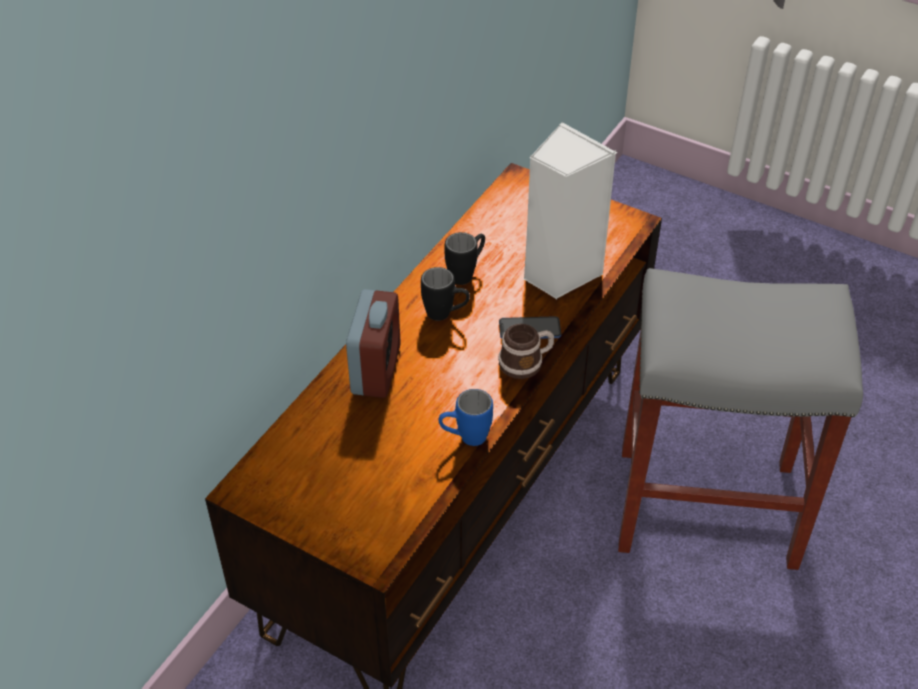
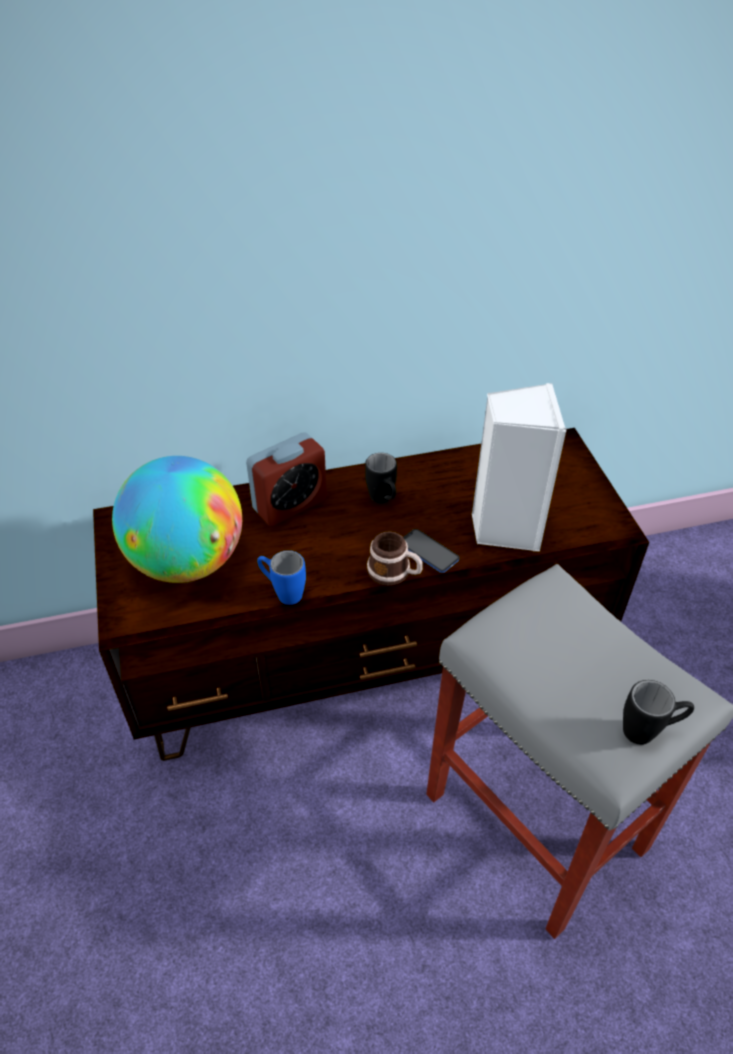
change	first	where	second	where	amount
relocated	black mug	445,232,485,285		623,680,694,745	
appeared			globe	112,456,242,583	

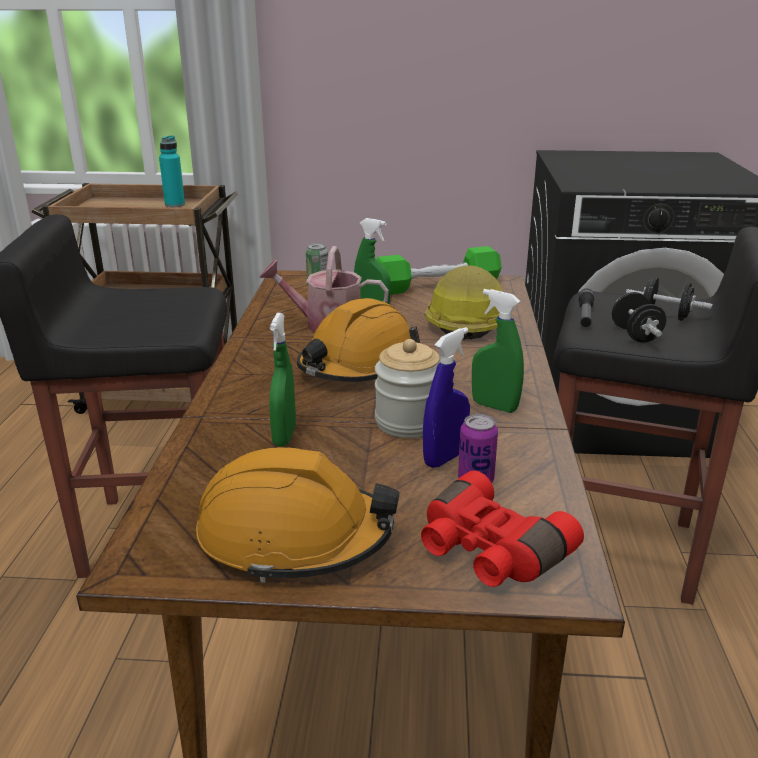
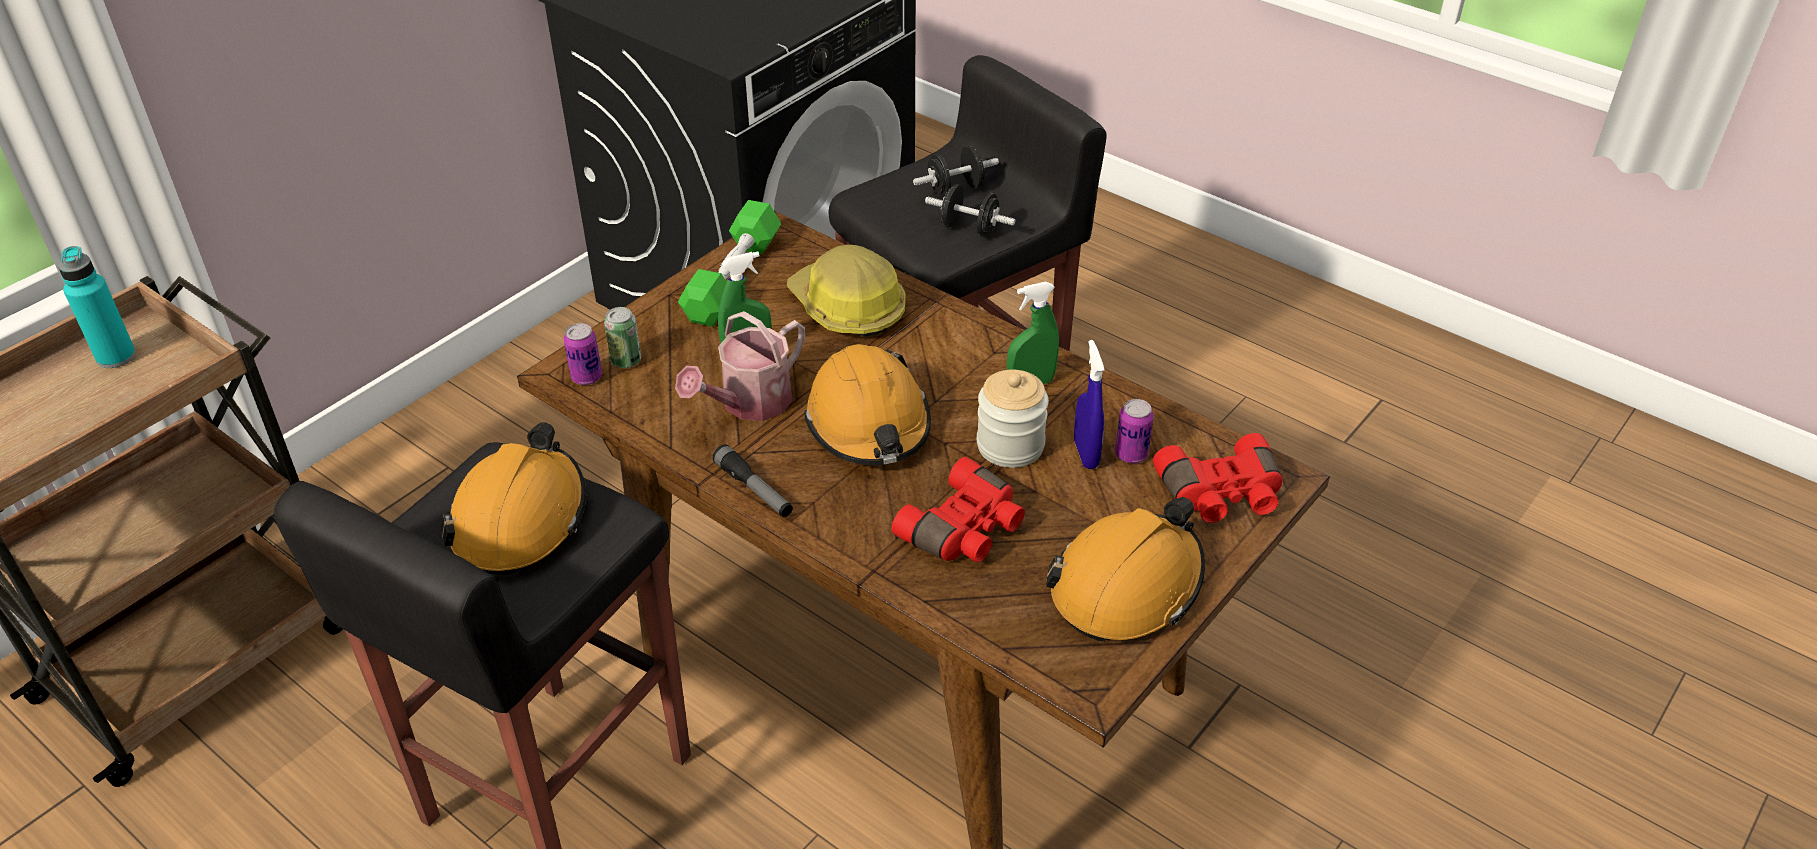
change	first	where	second	where	amount
relocated	flashlight	579,289,594,327		712,444,793,517	
exchanged	green spray bottle	269,313,296,446	red binoculars	892,457,1025,562	
appeared			can	563,323,602,385	
appeared			orange hard hat	441,422,586,575	

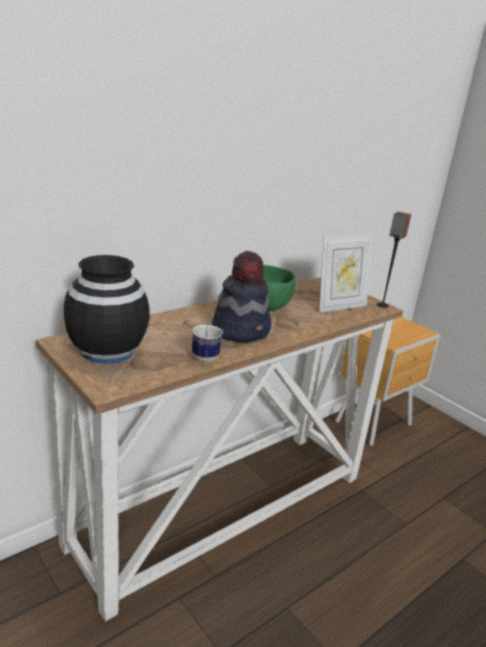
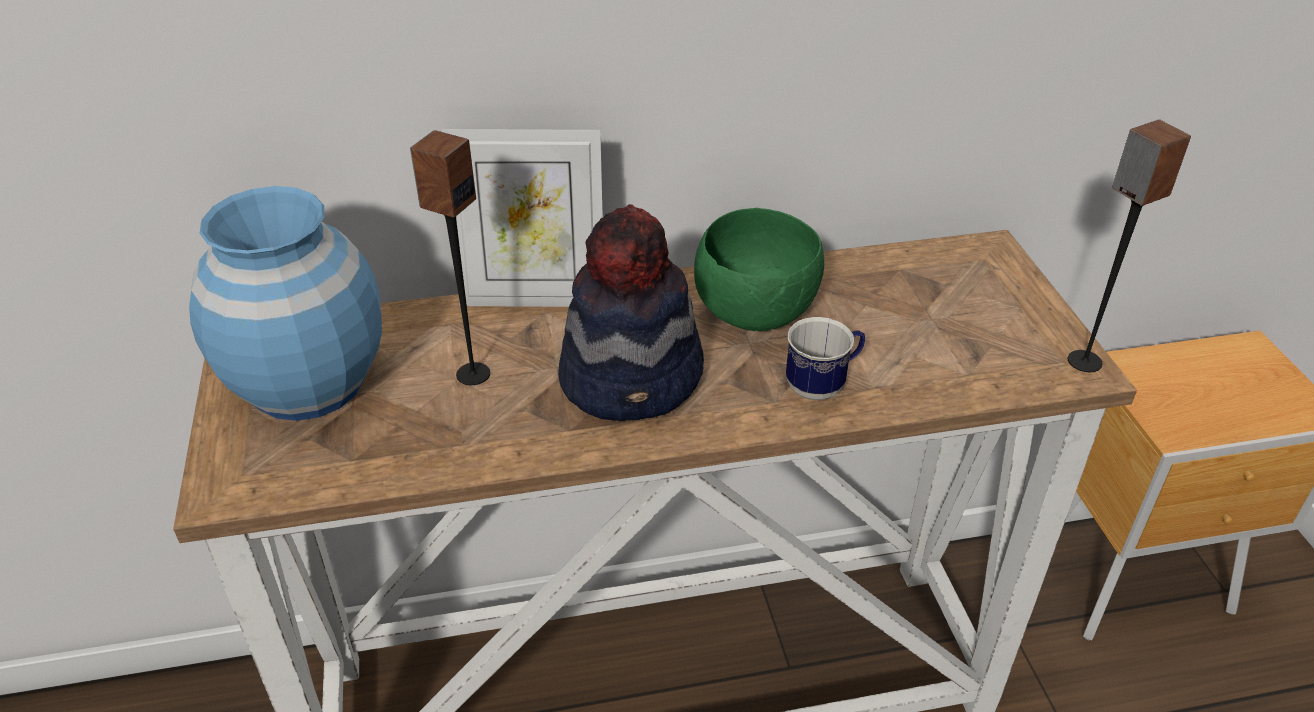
change	first	where	second	where	amount
relocated	picture frame	319,234,373,312		442,129,603,307	
colour	black vase	64,255,150,364	blue vase	189,186,382,421	
relocated	mug	192,325,224,363		786,317,865,400	
appeared			speaker	410,130,490,385	

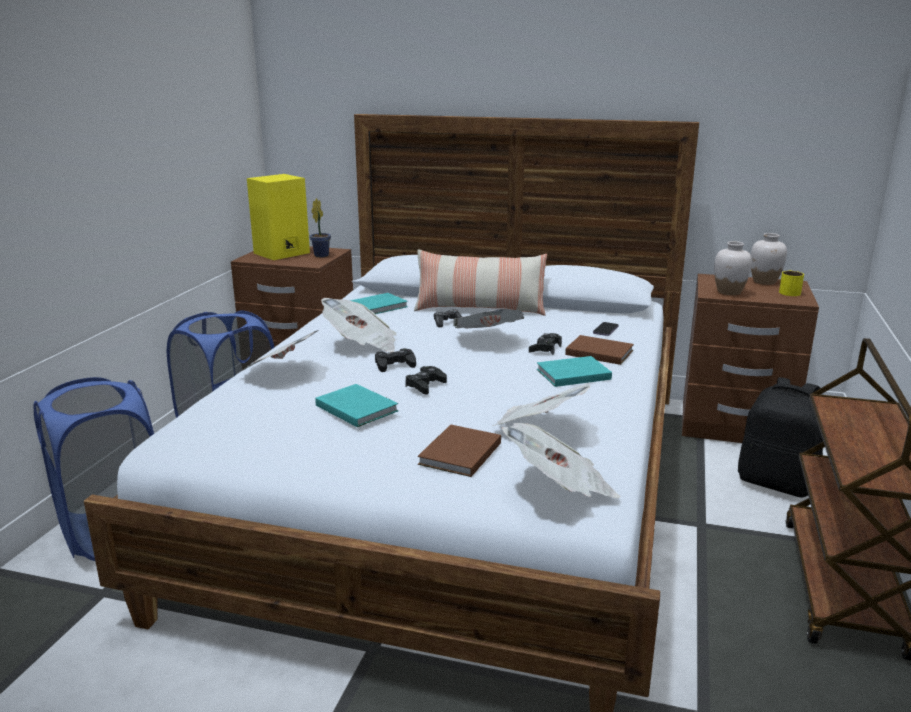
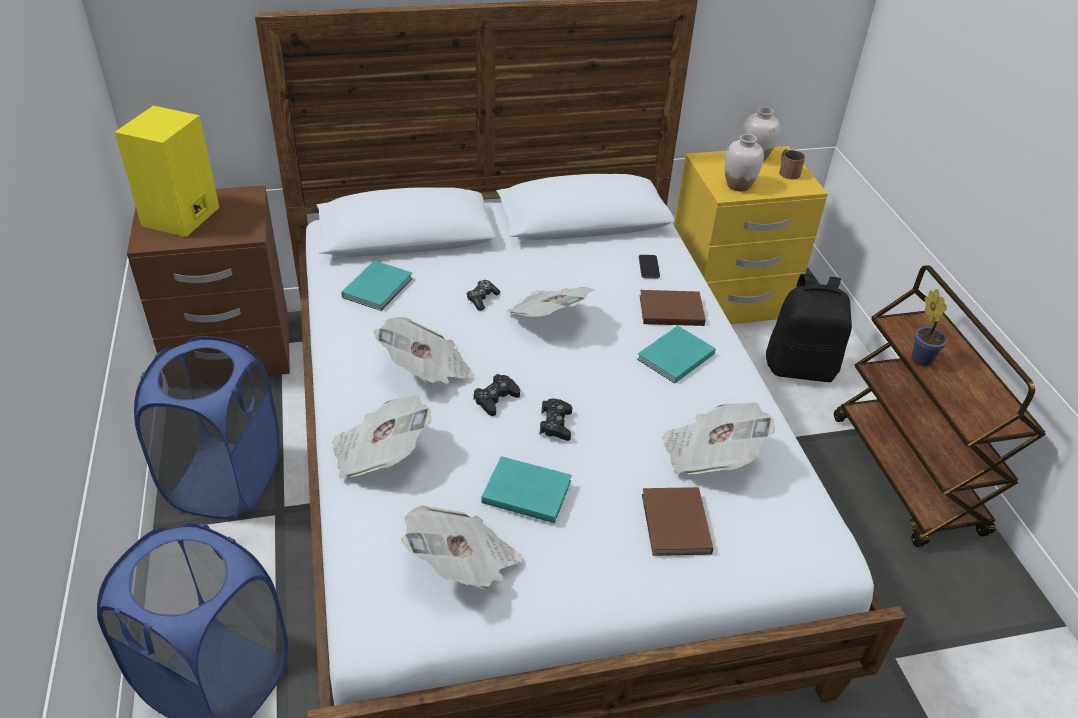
change	first	where	second	where	amount
relocated	potted plant	310,198,331,257		912,289,948,366	
missing	pillow	414,249,547,316			
colour	yellow mug	779,270,804,296	brown mug	779,148,805,179	
colour	brown nightstand	682,274,819,443	yellow nightstand	674,146,828,324	
missing	black game controller	529,333,562,355			
relocated	newspaper	502,423,620,498		401,506,523,589	

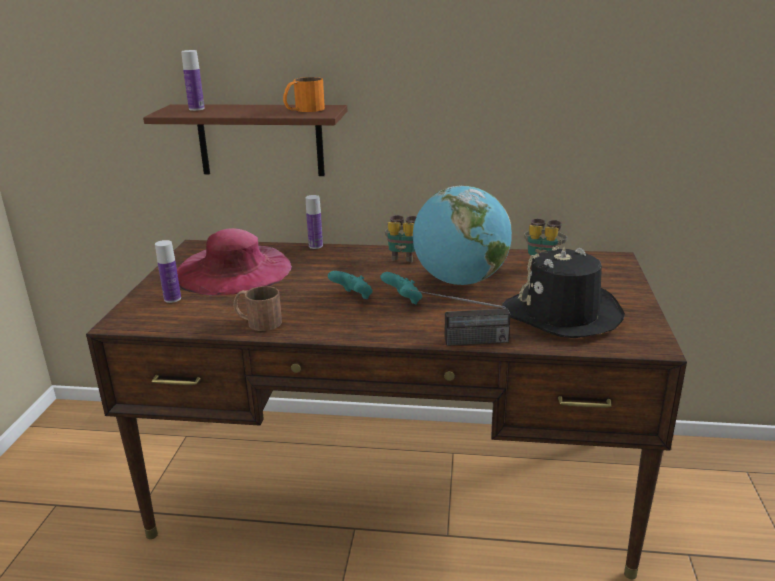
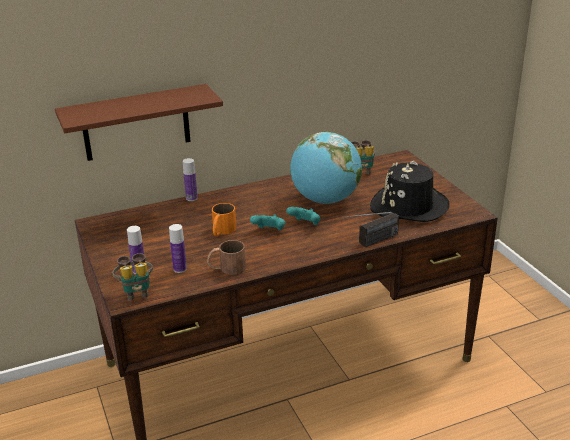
change	first	where	second	where	amount
relocated	bottle	181,50,205,111		169,224,187,273	
relocated	orange mug	283,77,325,112		212,203,236,236	
relocated	binoculars	385,215,417,262		113,253,153,301	
missing	pink hat	177,228,292,295			

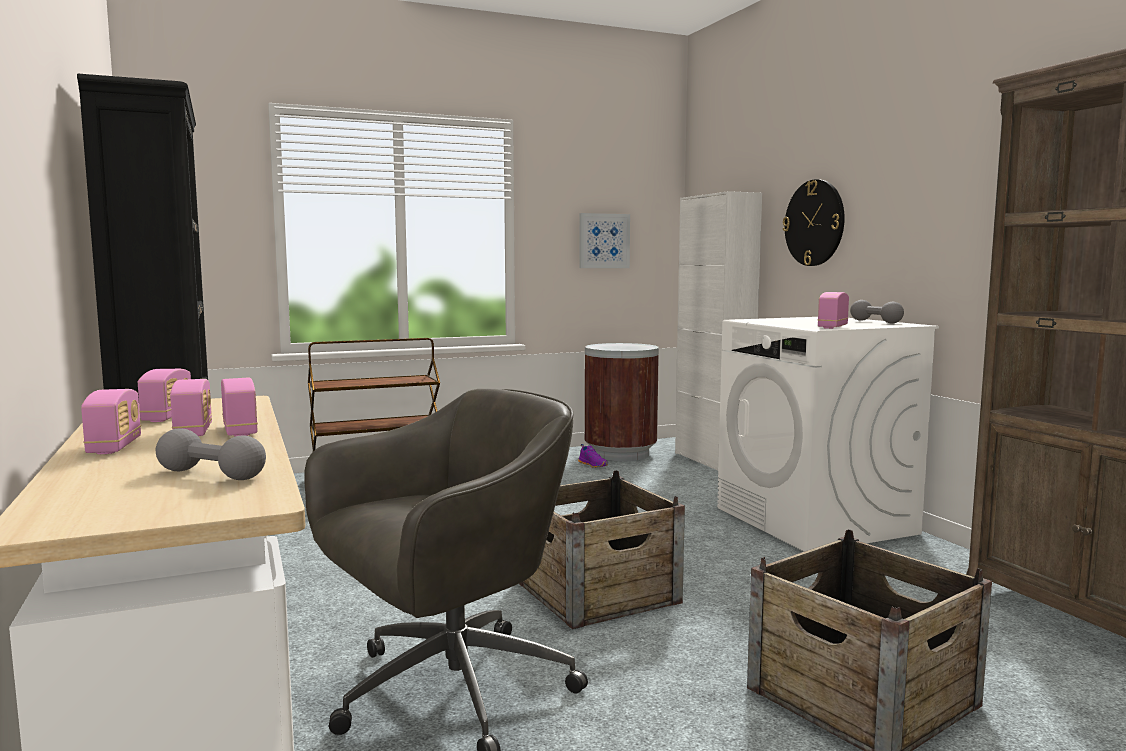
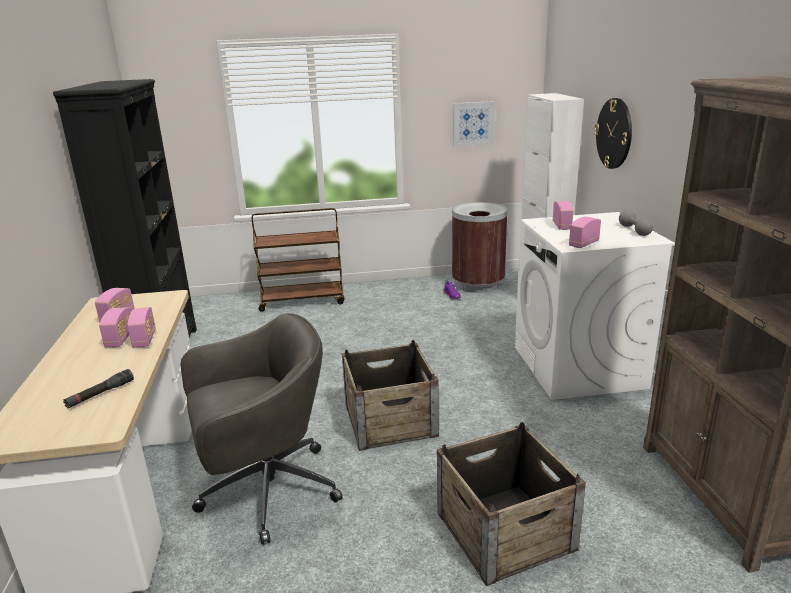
change	first	where	second	where	amount
relocated	radio	81,389,141,454		553,201,573,230	
exchanged	grey dumbbell	156,428,266,480	black flashlight	63,369,134,408	

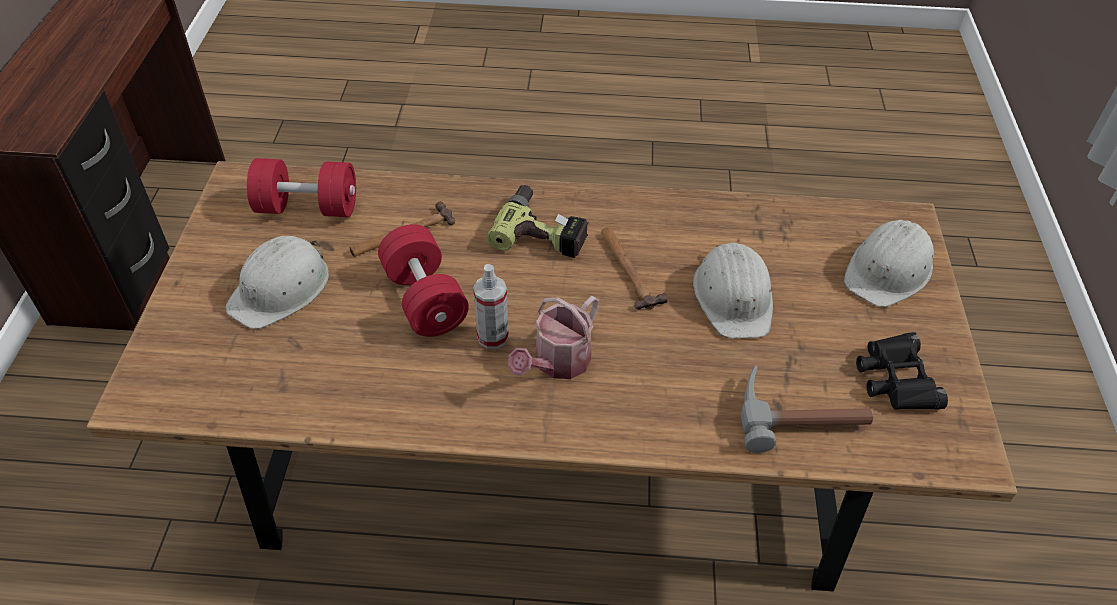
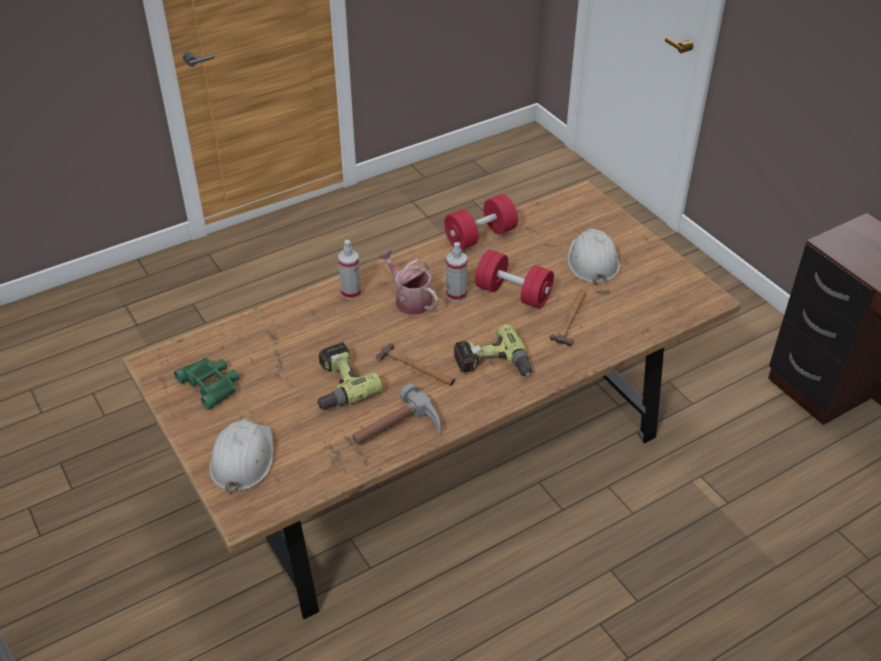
change	first	where	second	where	amount
relocated	red dumbbell	247,158,356,217		444,194,518,250	
exchanged	white hard hat	693,243,773,339	power drill	316,342,383,410	
spun	watering can	508,296,599,379		378,250,439,315	45 degrees counterclockwise
colour	black binoculars	856,332,948,410	green binoculars	174,357,239,410	
relocated	hammer	741,365,873,453		352,383,441,444	
appeared			spray bottle	338,240,361,300	

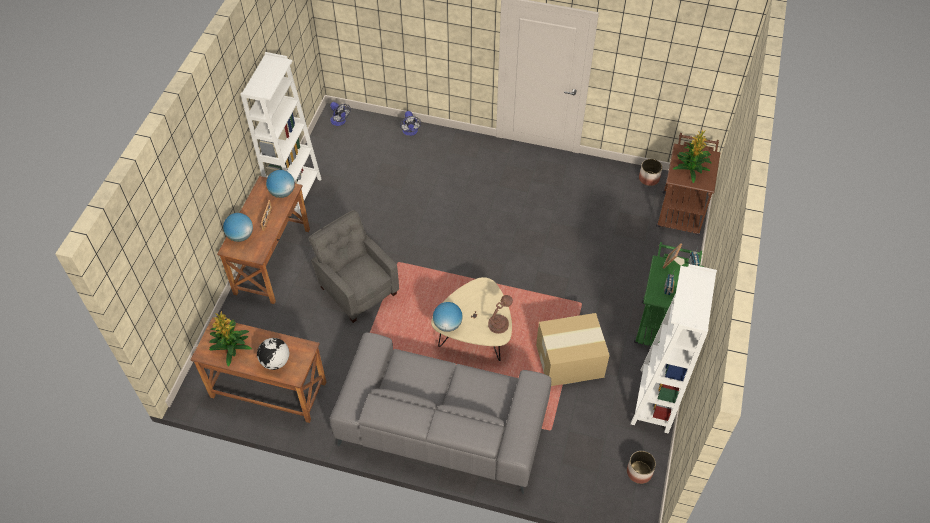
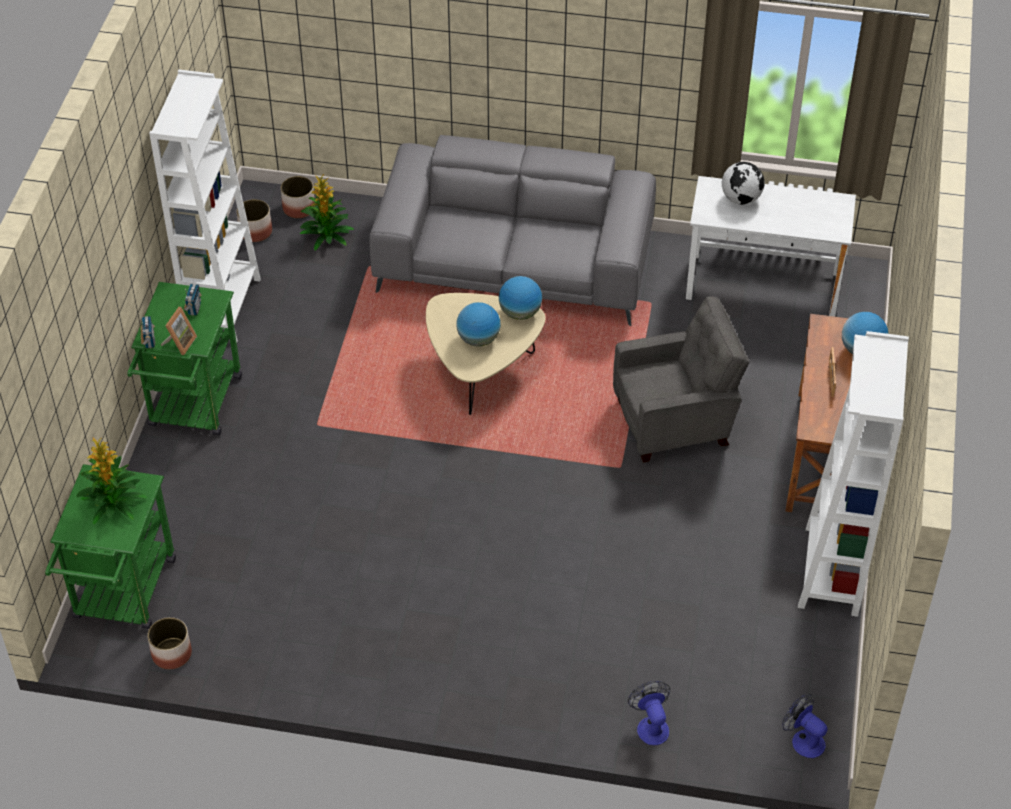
change	first	where	second	where	amount
colour	brown cart	656,133,720,235	green cart	45,464,176,629	
relocated	globe	266,170,295,198		456,302,501,347	
spun	grey armchair	308,210,399,323		613,296,750,463	60 degrees counterclockwise
missing	brown table lamp	488,295,513,334			
relocated	potted plant	209,311,252,367		299,174,354,251	
missing	cardboard box	536,313,610,386			
colour	brown desk	191,317,326,423	white desk	686,176,856,317	
appeared			planter	281,176,315,218	

